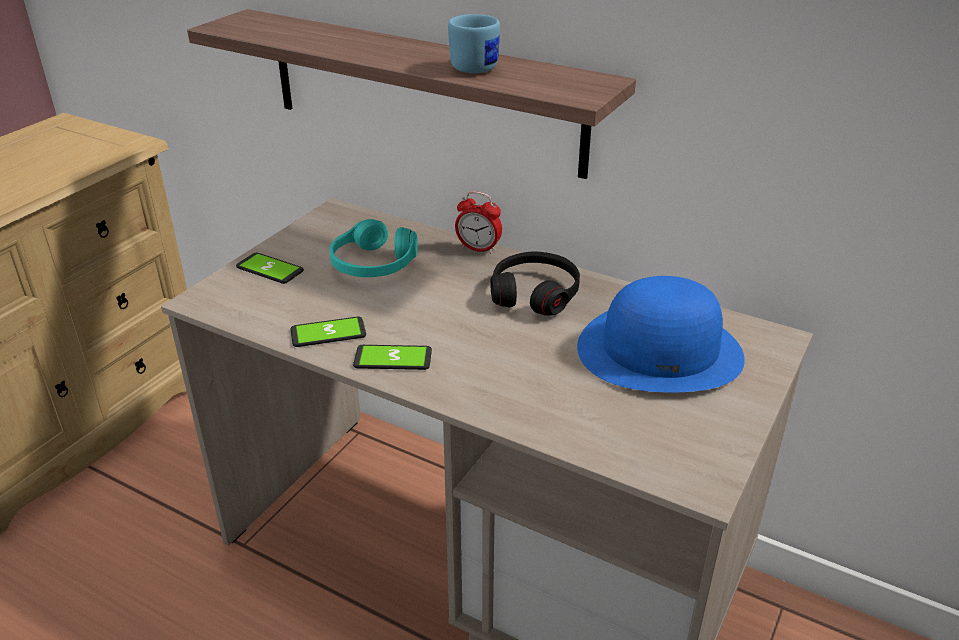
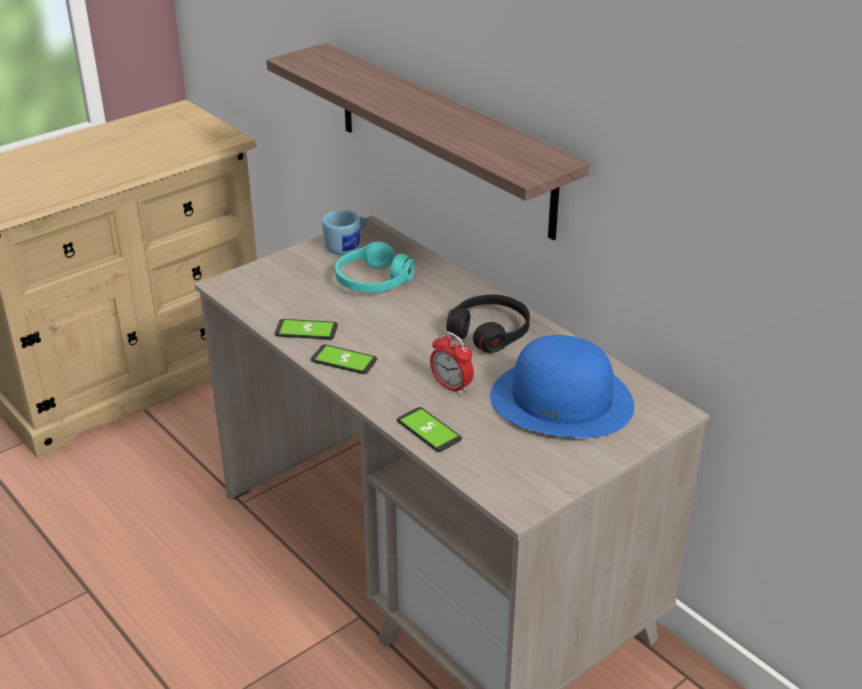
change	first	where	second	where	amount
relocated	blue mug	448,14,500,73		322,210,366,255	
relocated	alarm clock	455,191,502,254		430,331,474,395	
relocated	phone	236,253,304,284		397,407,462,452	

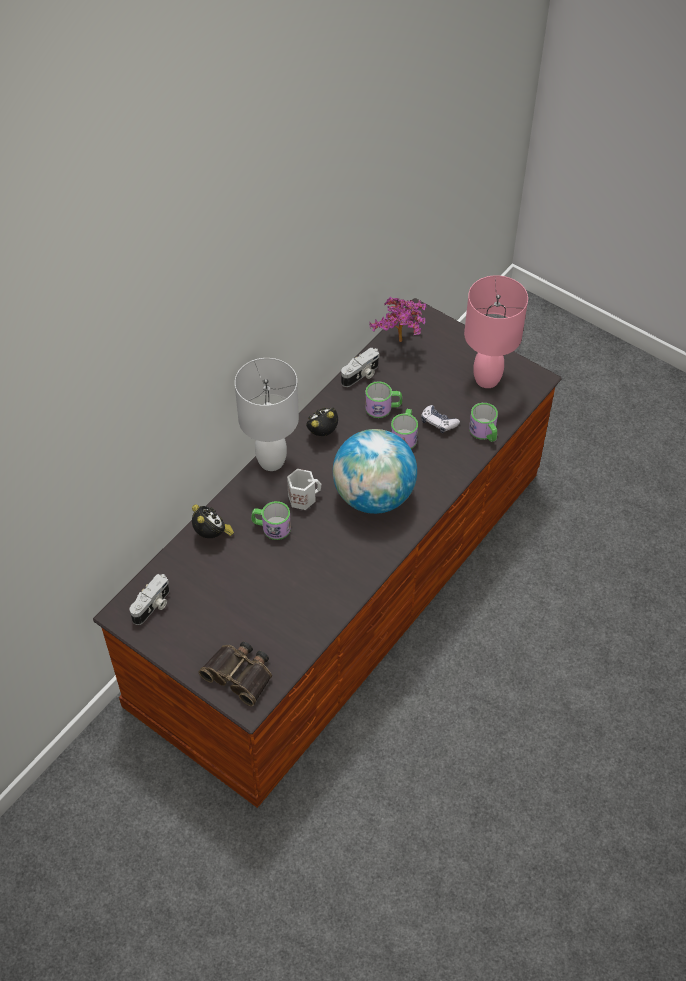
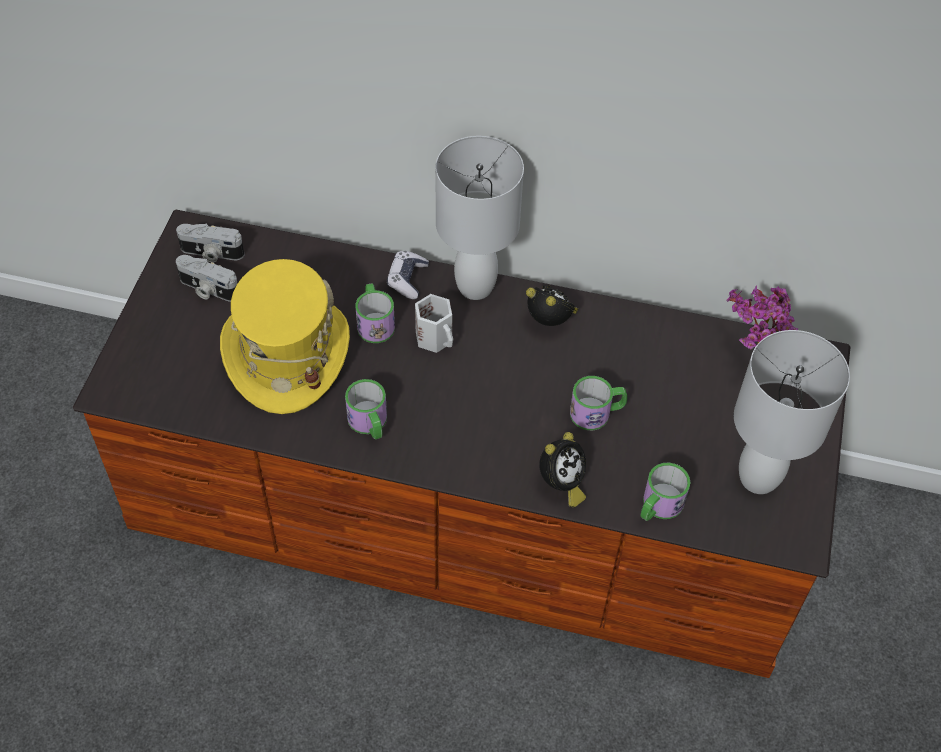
change	first	where	second	where	amount
colour	pink table lamp	464,275,528,388	white table lamp	734,330,850,494	
relocated	photo camera	341,347,380,387		176,255,238,302	
relocated	mug	365,381,402,418		345,379,387,440	
relocated	game controller	421,405,460,433		387,251,429,299	
missing	globe	333,429,417,514			
relocated	alarm clock	192,505,234,538		539,432,586,507	
missing	binoculars	198,641,272,706			
appeared			yellow hat	220,259,350,414	

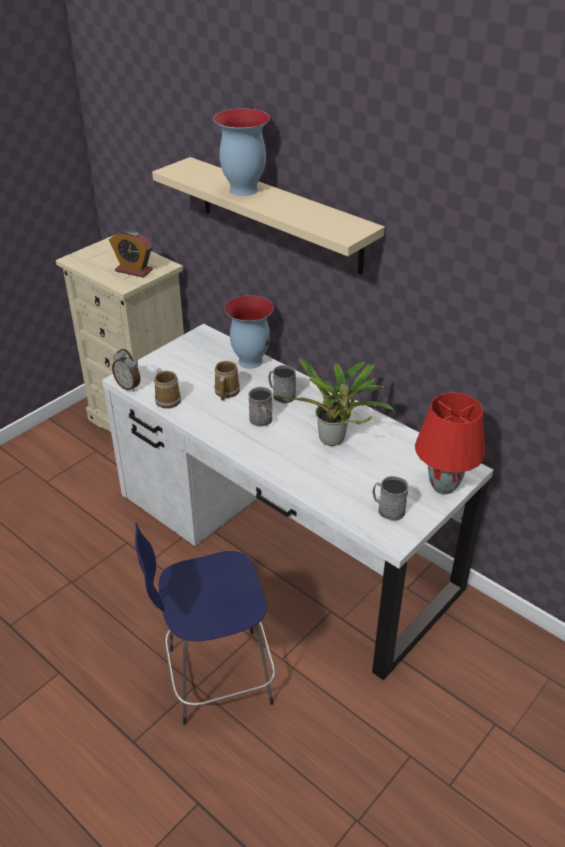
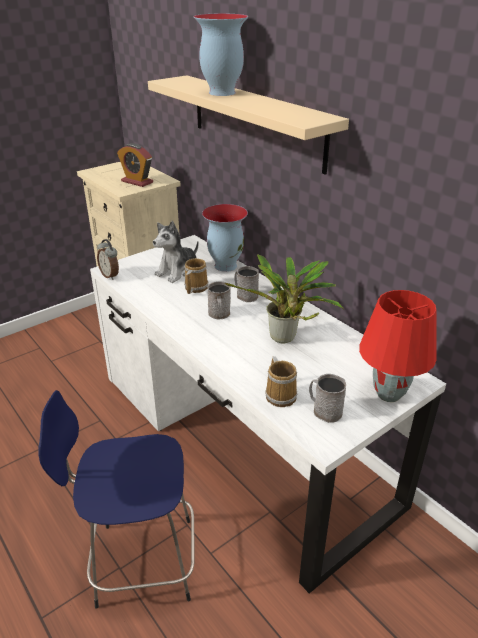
change	first	where	second	where	amount
relocated	mug	154,368,181,409		266,356,297,407	
appeared			plush toy	153,221,199,283	

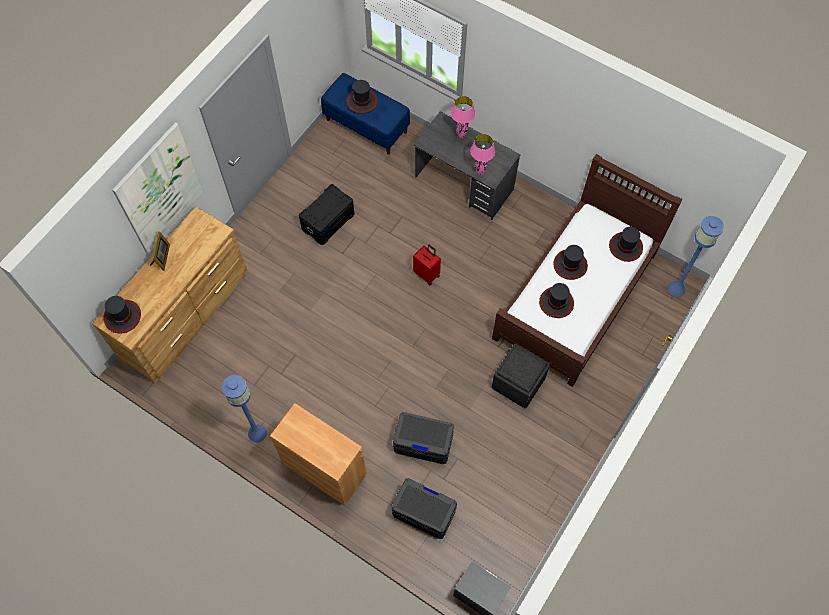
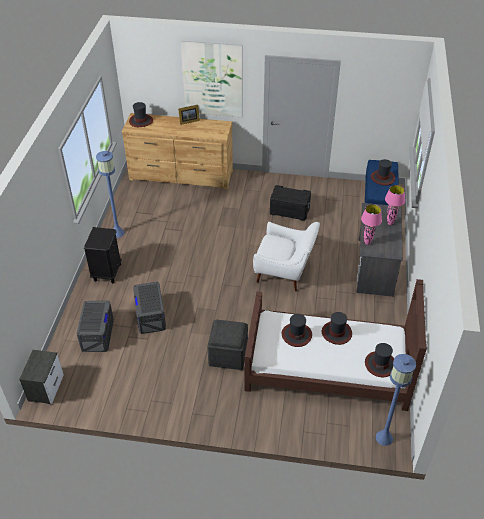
change	first	where	second	where	amount
exchanged	red suitcase	413,245,441,285	white armchair	253,222,320,291	
exchanged	brown cabinet	270,403,367,506	black nightstand	84,227,122,284	

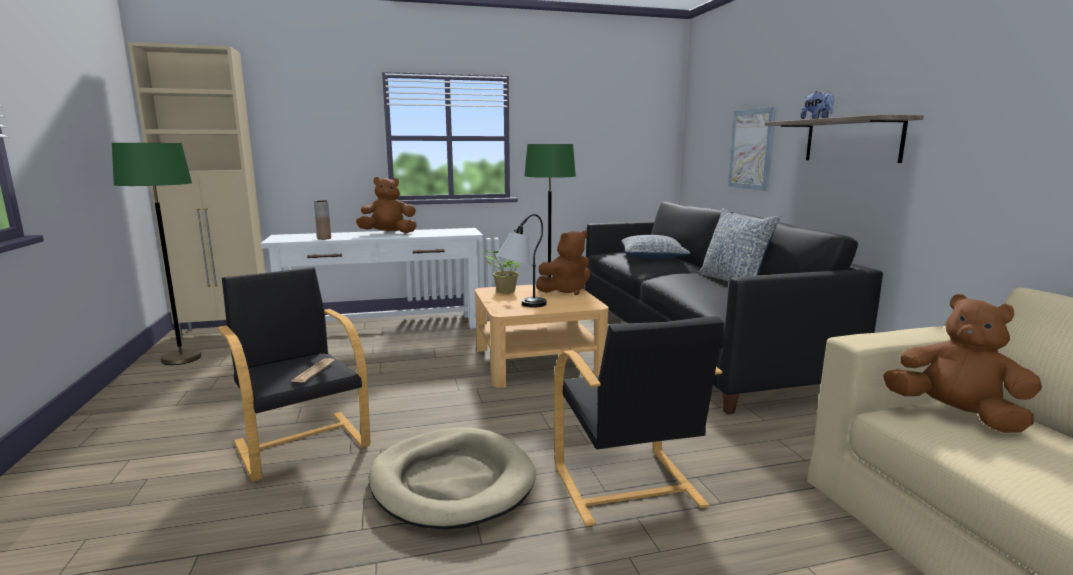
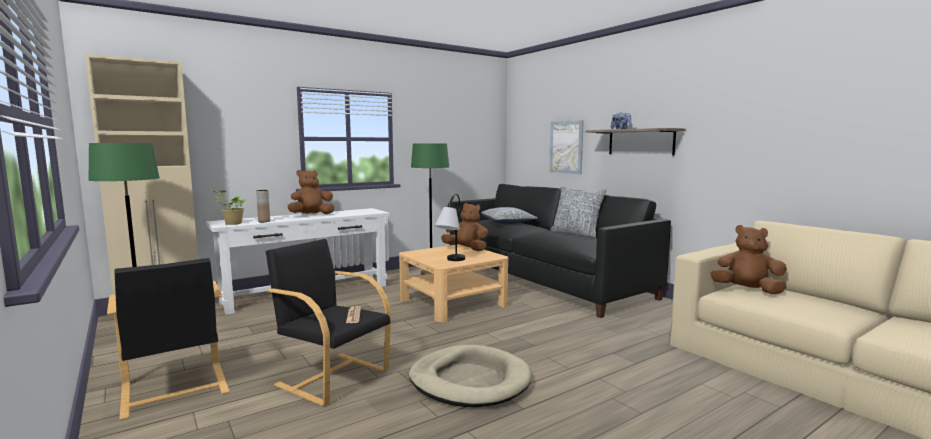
change	first	where	second	where	amount
spun	brown plush toy	536,231,590,295		441,203,488,251	105 degrees counterclockwise
relocated	potted plant	485,250,520,293		212,190,246,225	
relocated	black armchair	554,316,724,527		107,258,230,420	

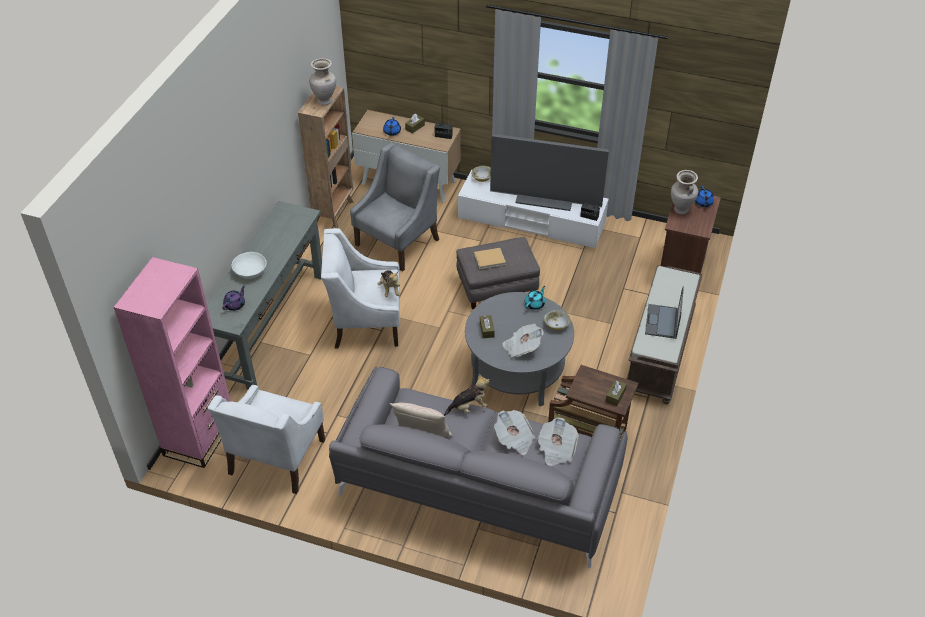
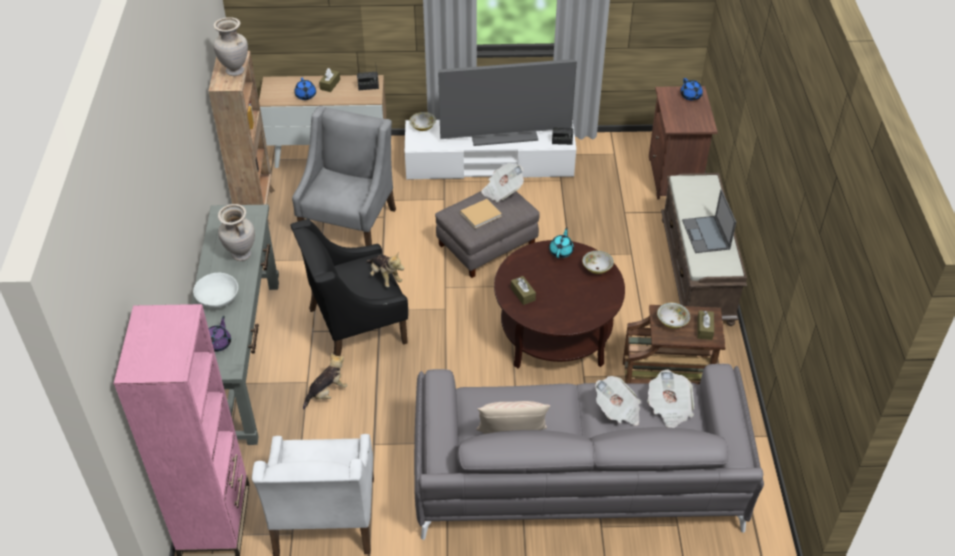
change	first	where	second	where	amount
relocated	beige vase	671,170,698,215		218,204,255,261	
colour	white armchair	321,228,400,349	black armchair	291,219,408,356	
colour	grey coffee table	465,292,574,406	brown coffee table	494,240,625,368	
relocated	newspaper	502,324,544,358		481,163,524,203	
relocated	plush toy	444,374,490,416		303,353,347,410	
appeared			bowl	657,303,690,328	

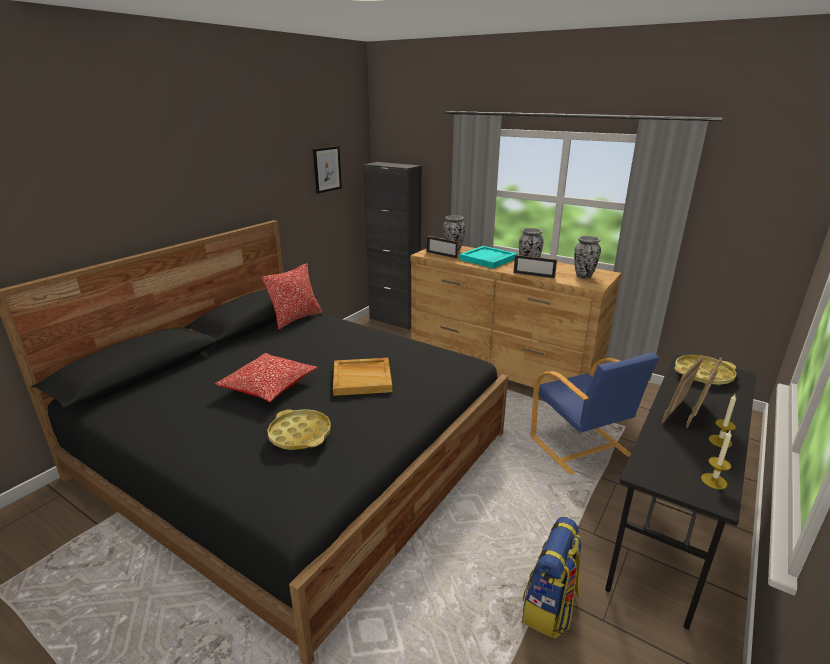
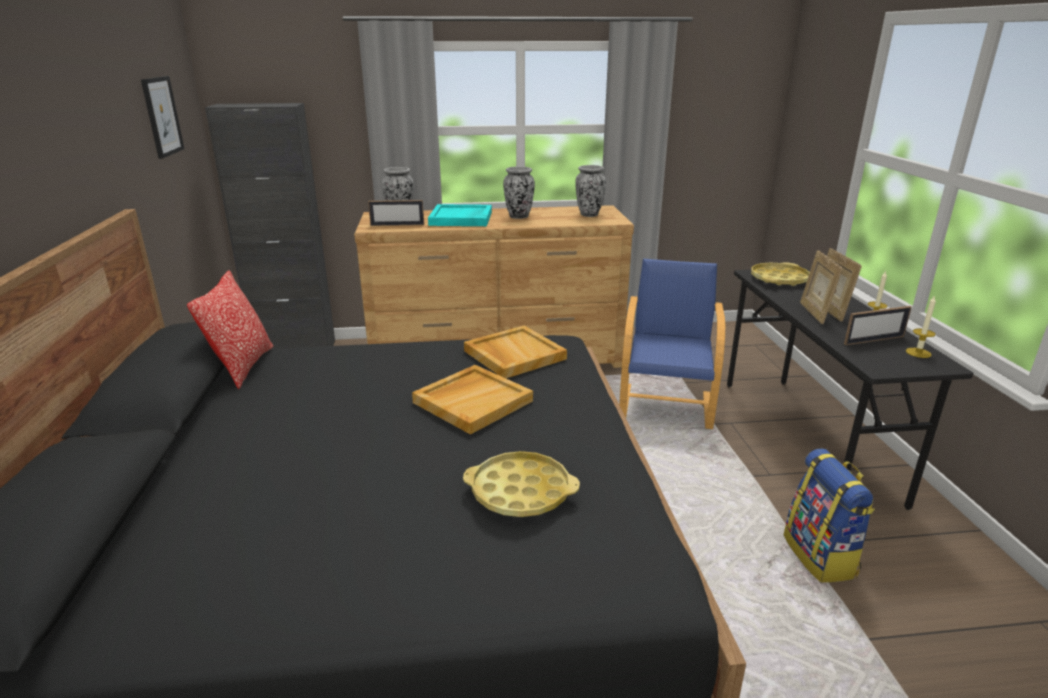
change	first	where	second	where	amount
relocated	picture frame	513,255,557,279		844,306,912,345	
missing	pillow	215,353,317,402			
spun	blue armchair	531,353,659,475		619,259,725,429	105 degrees counterclockwise
appeared			beige tray	464,326,567,378	

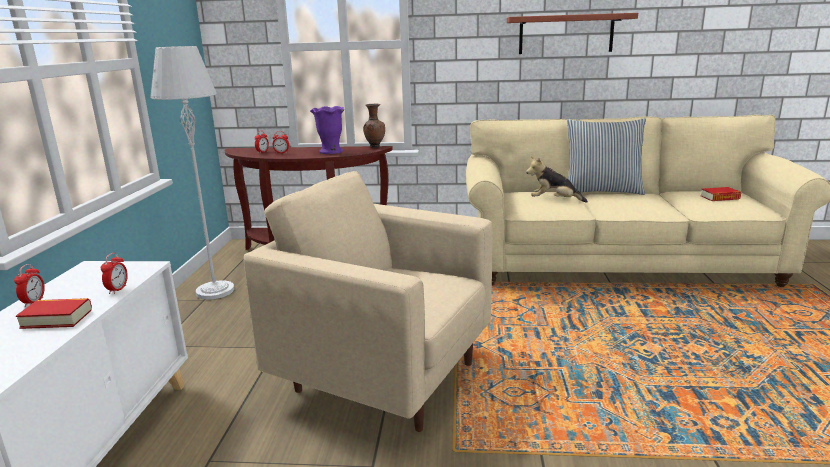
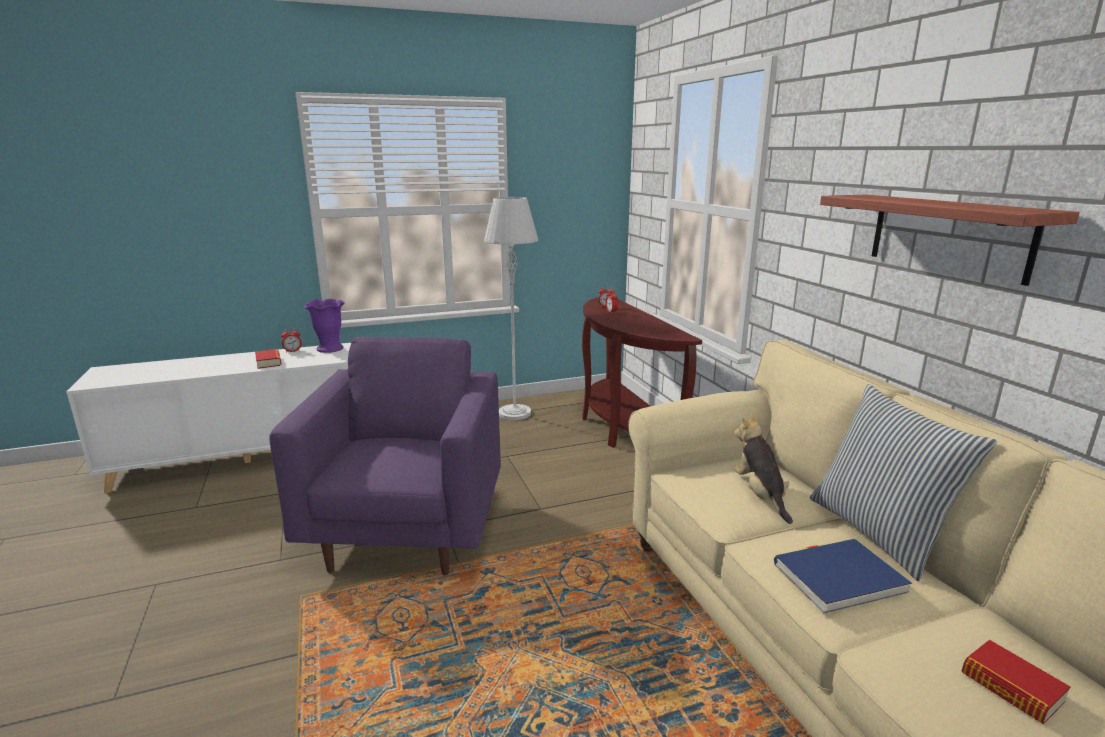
change	first	where	second	where	amount
missing	brown vase	363,104,385,148			
relocated	purple vase	310,106,344,154		305,299,345,353	
colour	beige armchair	243,171,493,432	purple armchair	269,337,501,575	
missing	alarm clock	101,253,128,294			
appeared			blue book	774,539,912,614	

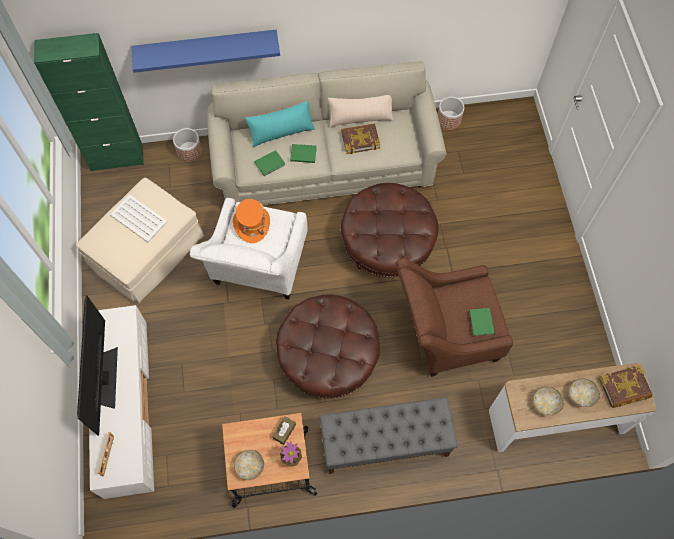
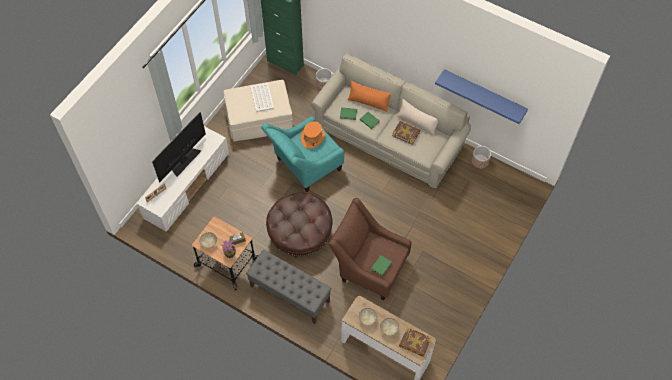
change	first	where	second	where	amount
relocated	blue shelf	131,30,280,73		435,69,528,124	
colour	turquoise pillow	245,101,315,147	orange pillow	348,81,391,112	
missing	brown ottoman	341,183,439,277			
colour	white armchair	190,198,307,300	turquoise armchair	261,116,344,192	

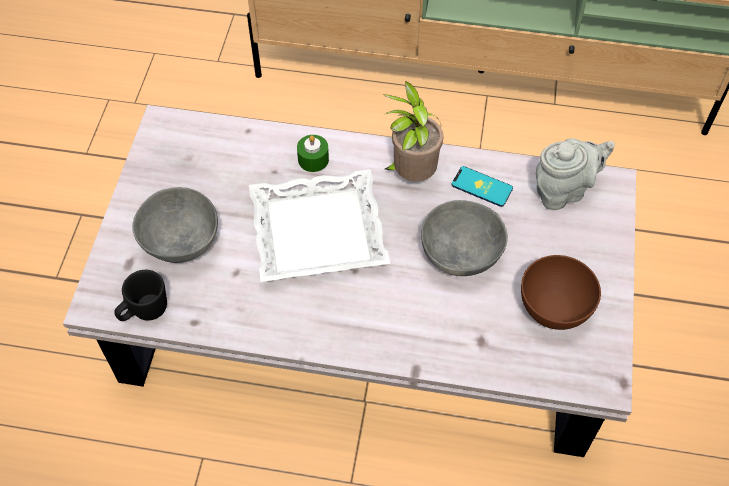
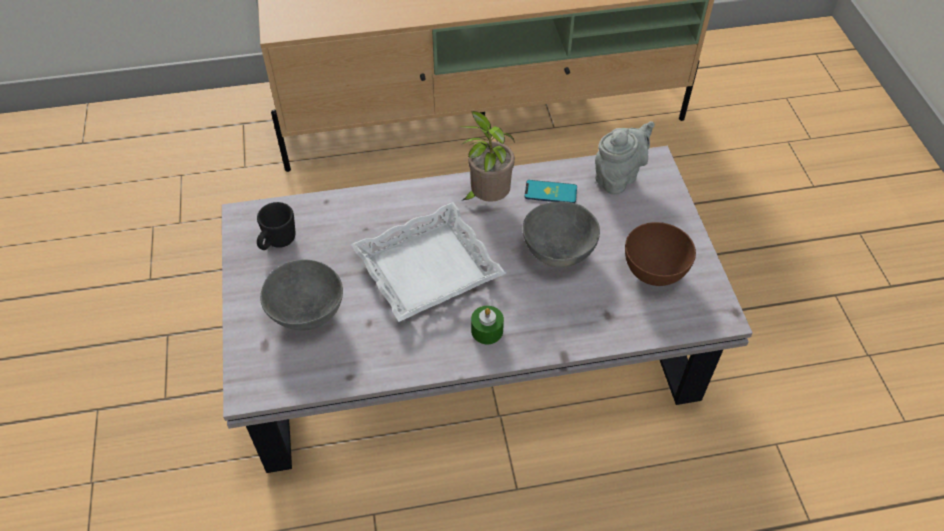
change	first	where	second	where	amount
relocated	green candle	297,135,329,172		471,306,504,344	
relocated	black mug	114,270,167,321		257,202,295,250	

